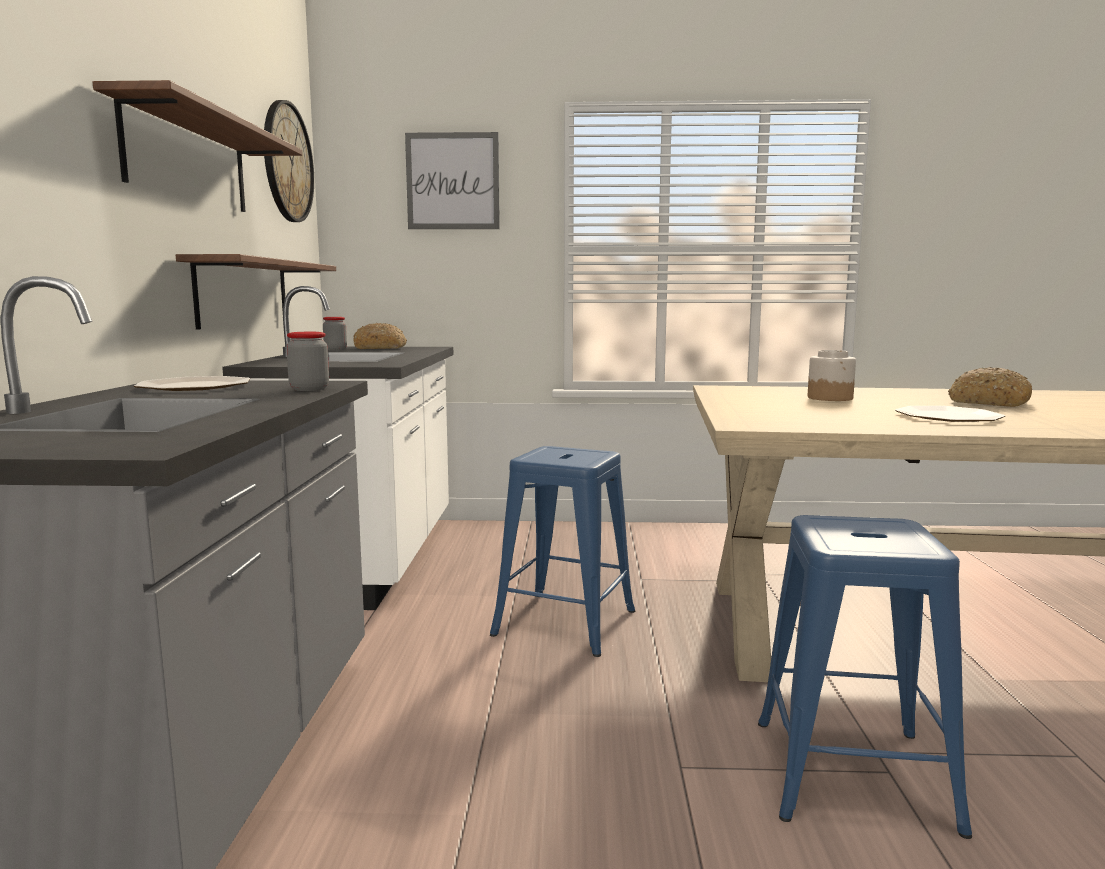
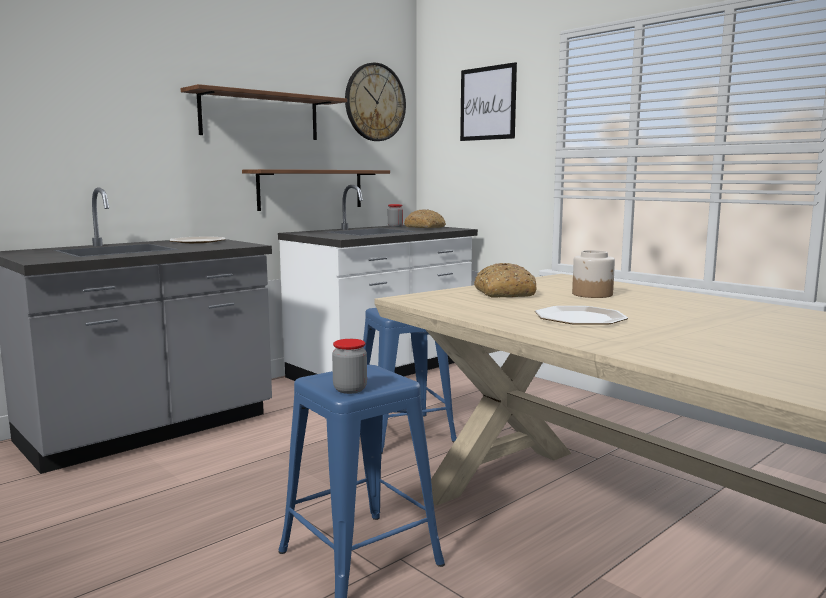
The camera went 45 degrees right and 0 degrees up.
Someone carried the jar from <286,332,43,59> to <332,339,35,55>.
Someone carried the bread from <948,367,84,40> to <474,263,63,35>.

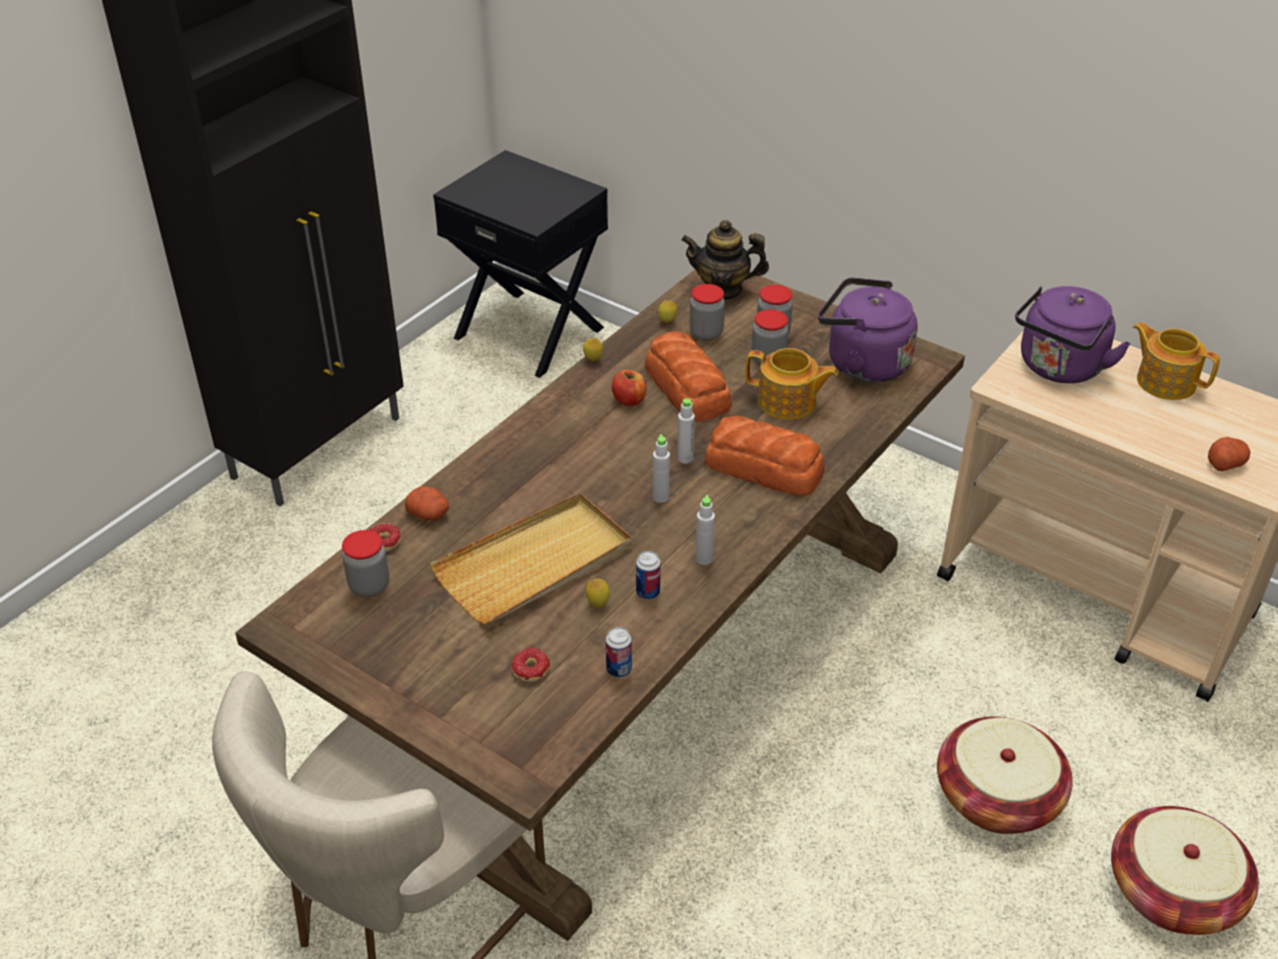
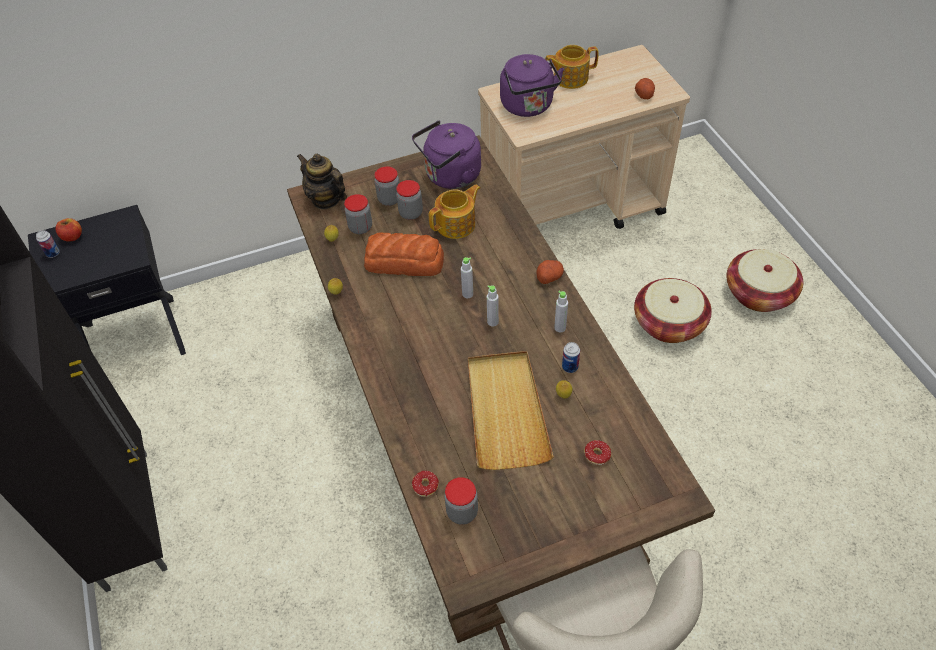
The camera went 55 degrees left and 10 degrees up.
Someone carried the potato from <405,486,44,35> to <536,260,28,24>.
Someone carried the can from <606,627,26,51> to <36,230,24,28>.
Someone carried the apple from <612,370,34,36> to <55,218,27,24>.
Someone rotated the teapot at <681,220,88,81> by 90 degrees clockwise.
Someone took away the bread at <704,416,121,79>.

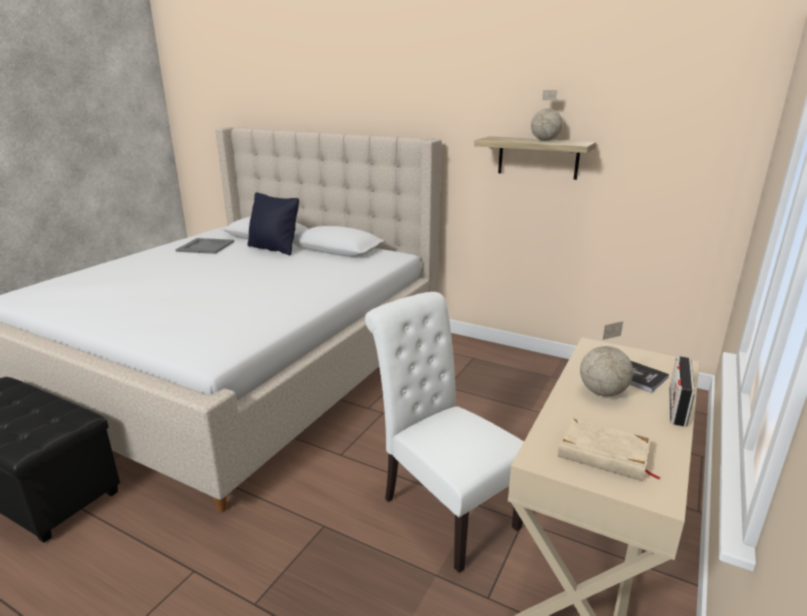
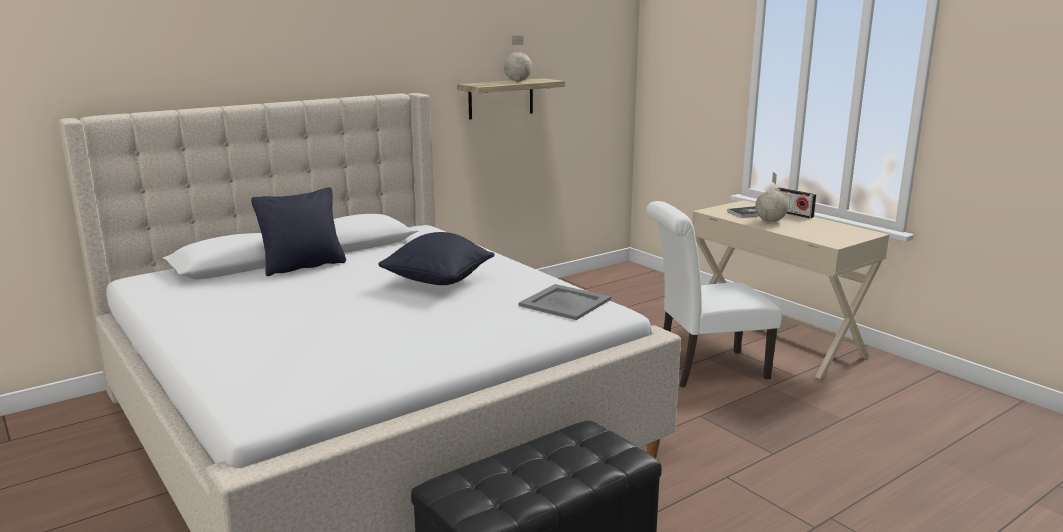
The camera went 65 degrees left and 5 degrees down.
Someone carried the grey tray from <176,238,58,16> to <519,284,92,36>.
Someone took away the beige book at <558,418,103,63>.
Someone put down the black pillow at <378,232,117,53>.

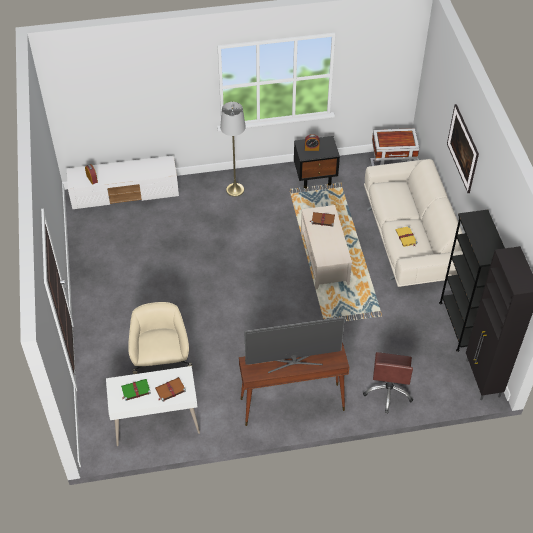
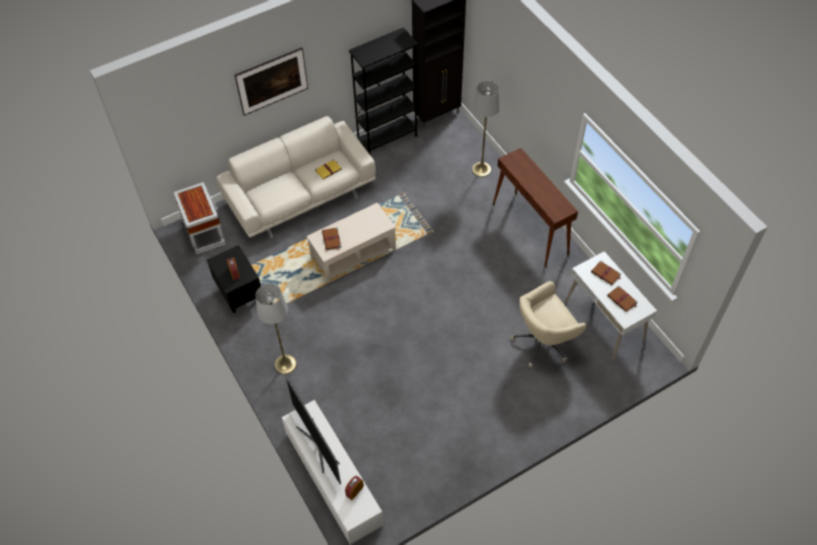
The camera went 110 degrees left and 5 degrees up.
Someone repainted the green book at <121,379,30,22>, which became the brown book at <607,286,31,26>.
Someone carried the television from <244,317,101,56> to <286,377,55,108>.
Someone swapped the brown office chair at <363,352,50,61> for the grey floor lamp at <472,81,28,96>.

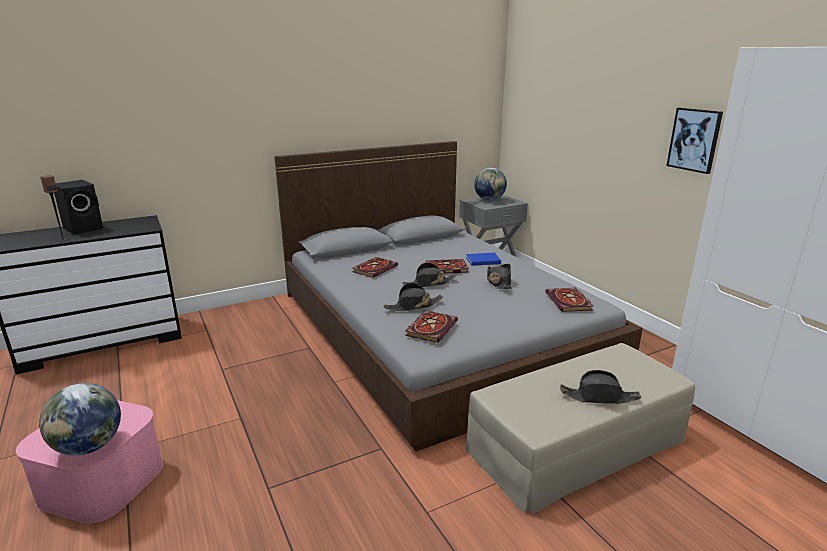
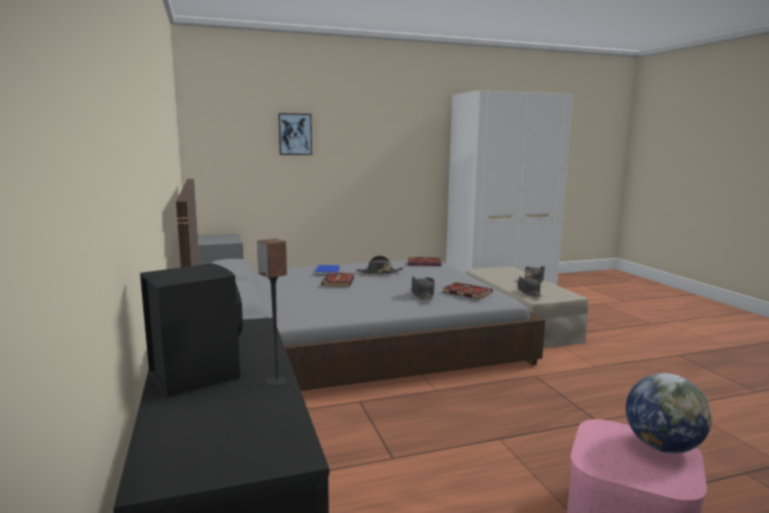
The camera went 80 degrees left and 10 degrees down.
Someone took away the book at <352,257,46,21>.
Someone carried the black hat from <402,262,54,25> to <517,276,25,21>.
Someone took away the globe at <474,168,33,33>.
Someone carried the picture from <666,108,57,66> to <278,113,34,42>.

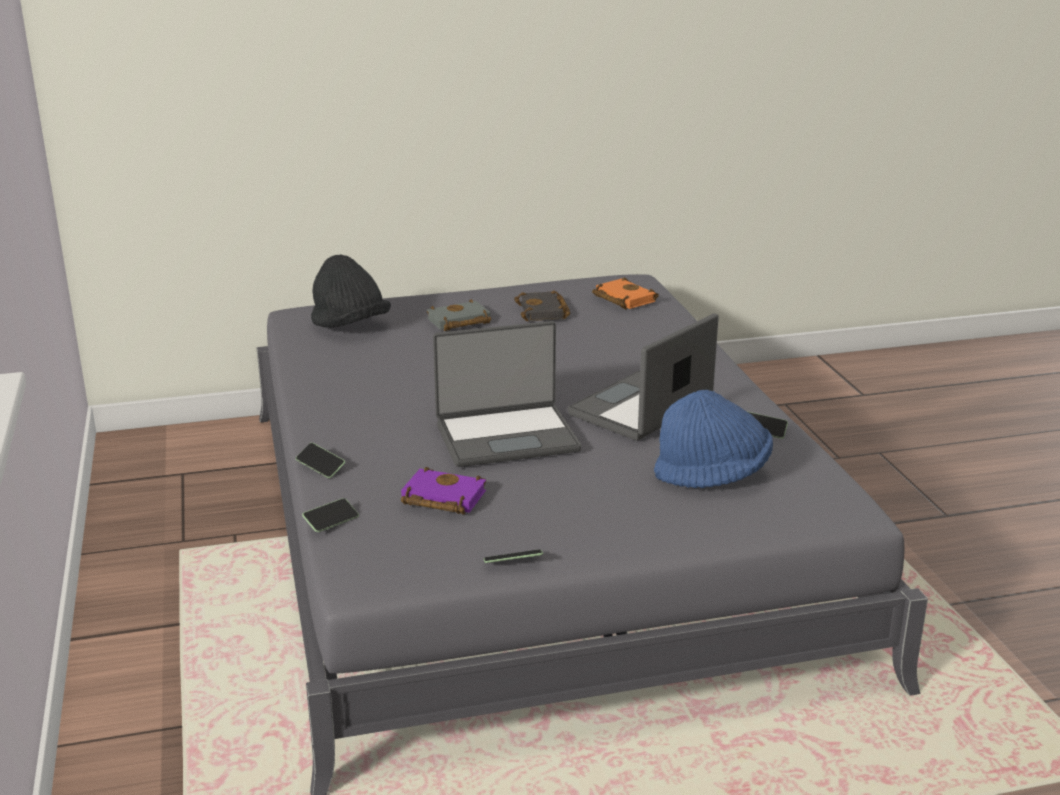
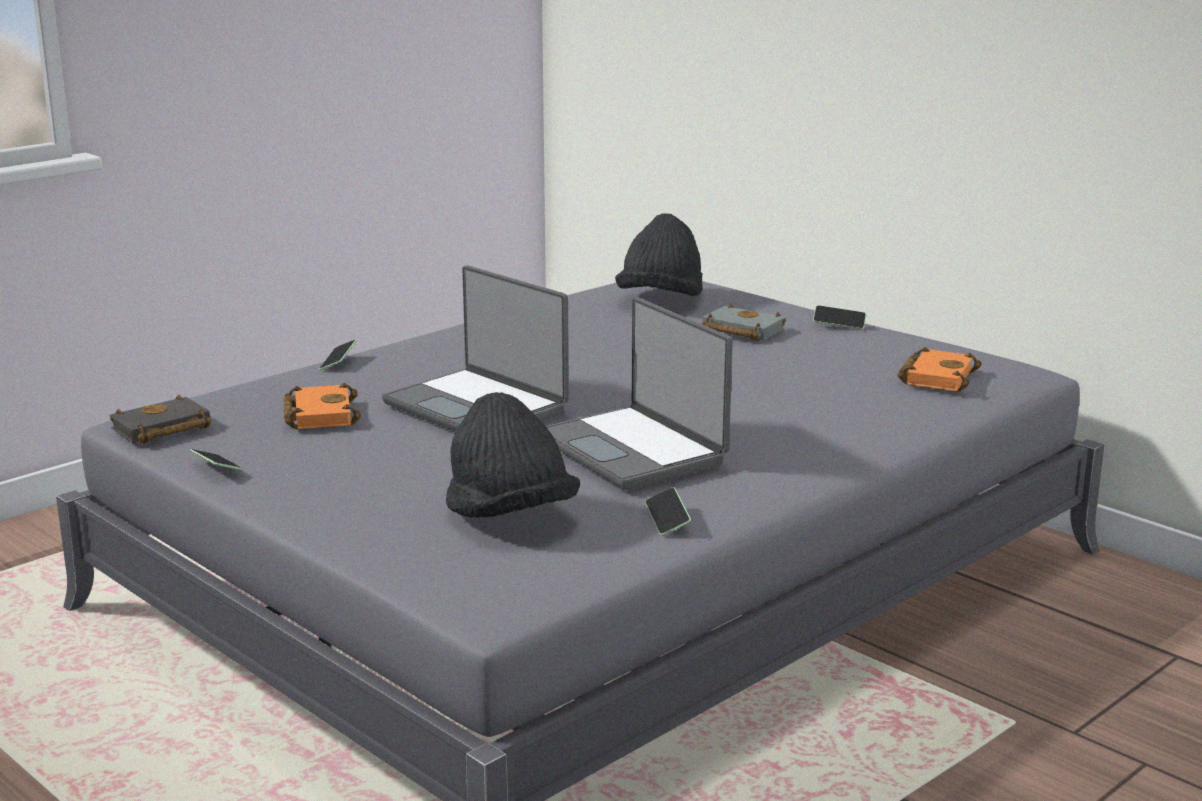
The camera went 60 degrees right and 5 degrees down.
Someone carried the phone from <302,498,57,34> to <813,305,53,25>.
Someone repainted the purple book at <401,467,85,48>, which became the orange book at <284,383,77,46>.
Someone carried the black book from <514,290,56,31> to <109,394,103,50>.
Someone rotated the laptop at <567,314,151,126> by 135 degrees counterclockwise.
Someone repainted the blue hat at <654,390,119,98>, which became the black hat at <446,392,134,126>.

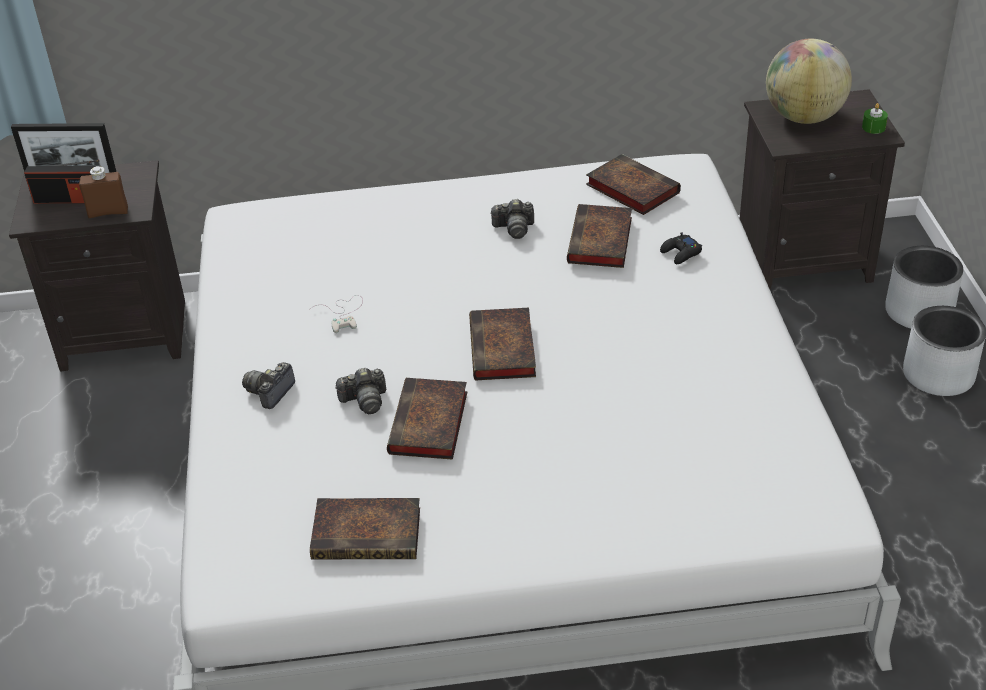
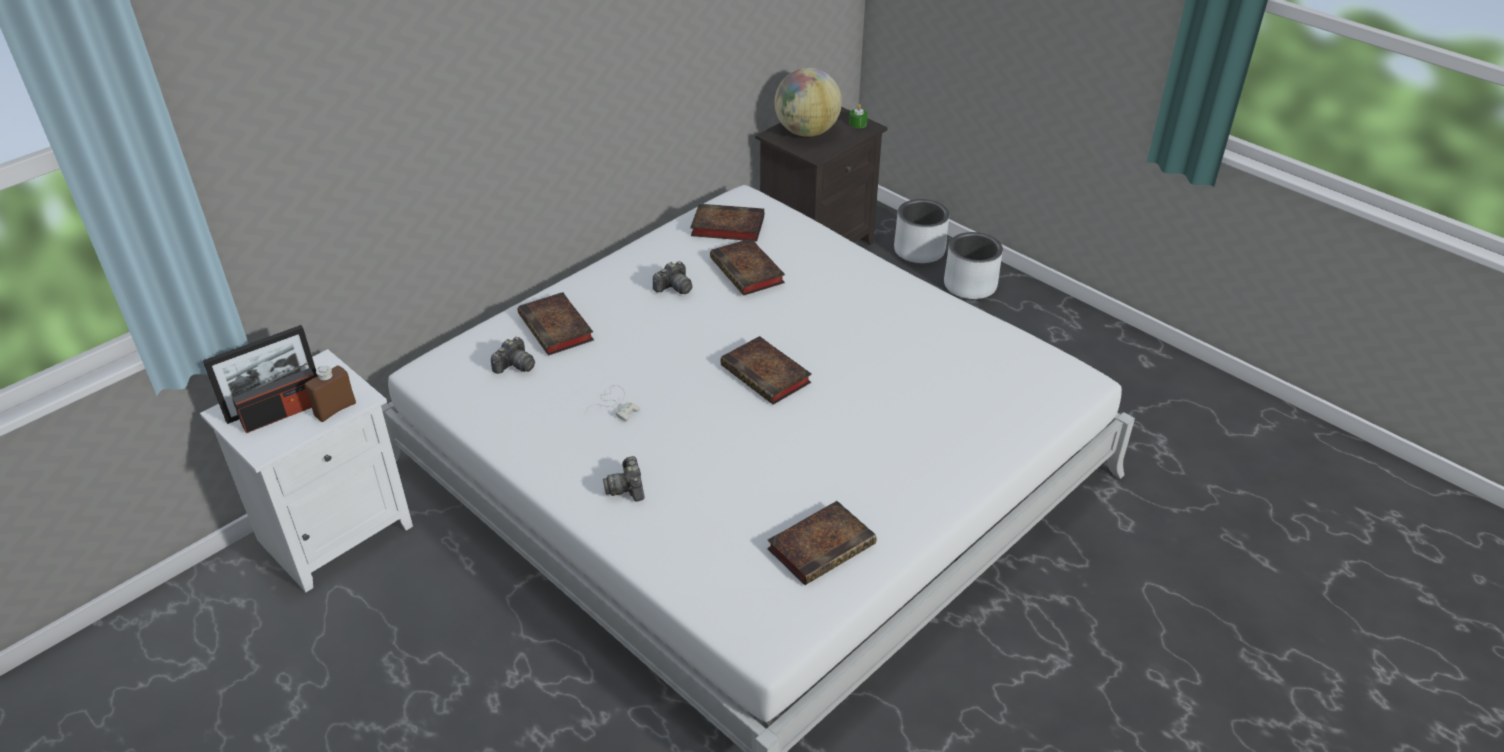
The camera went 40 degrees left and 0 degrees up.
Someone repainted the black nightstand at <9,160,176,212>, which became the white nightstand at <200,349,213,243>.
Someone carried the photo camera from <335,368,51,46> to <491,337,44,37>.
Someone carried the book from <387,378,80,82> to <518,292,76,64>.
Someone took away the black game controller at <660,232,42,32>.

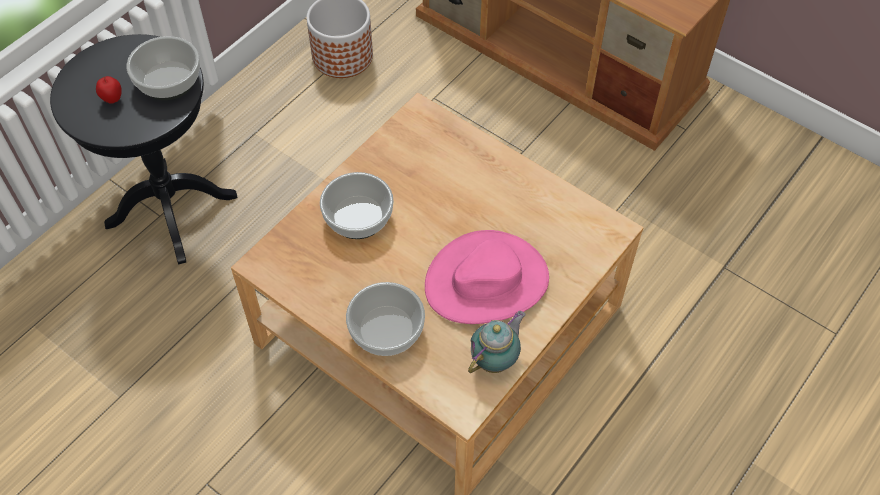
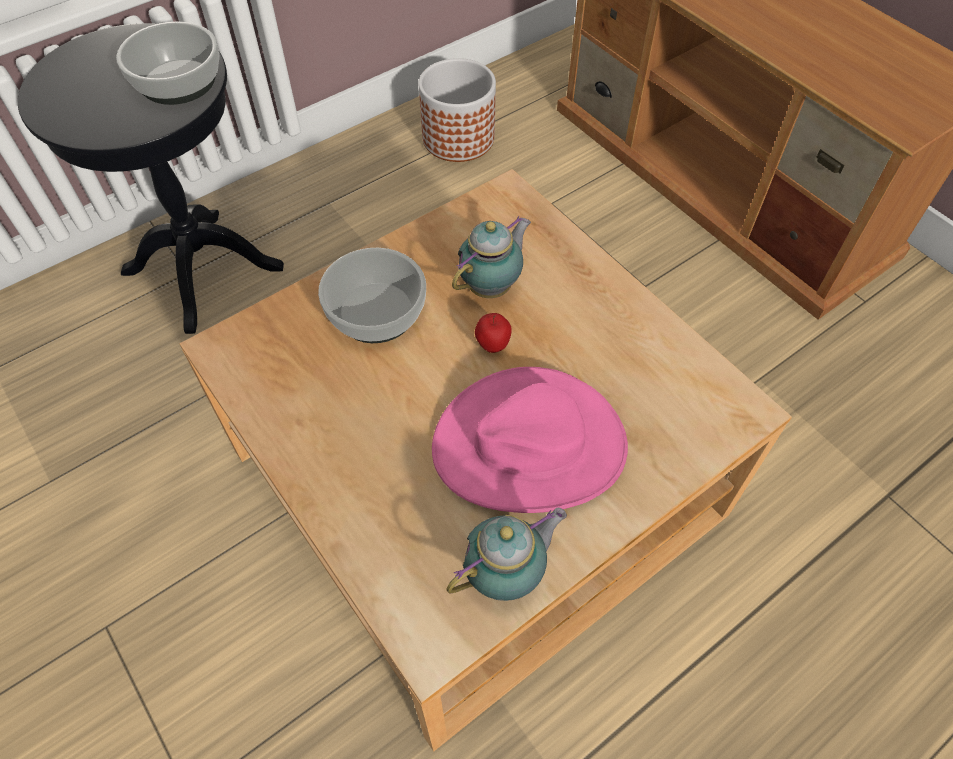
The camera went 15 degrees right and 0 degrees up.
Someone carried the apple from <96,76,26,28> to <475,313,37,40>.
Someone took away the bowl at <346,282,79,74>.
Someone put down the teapot at <452,216,79,82>.

